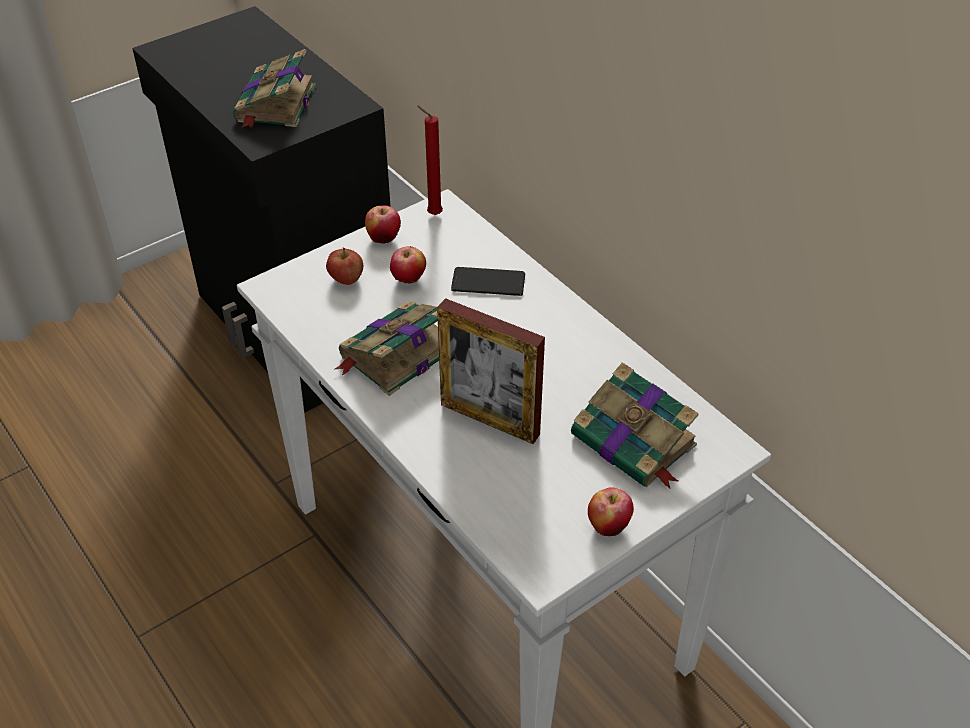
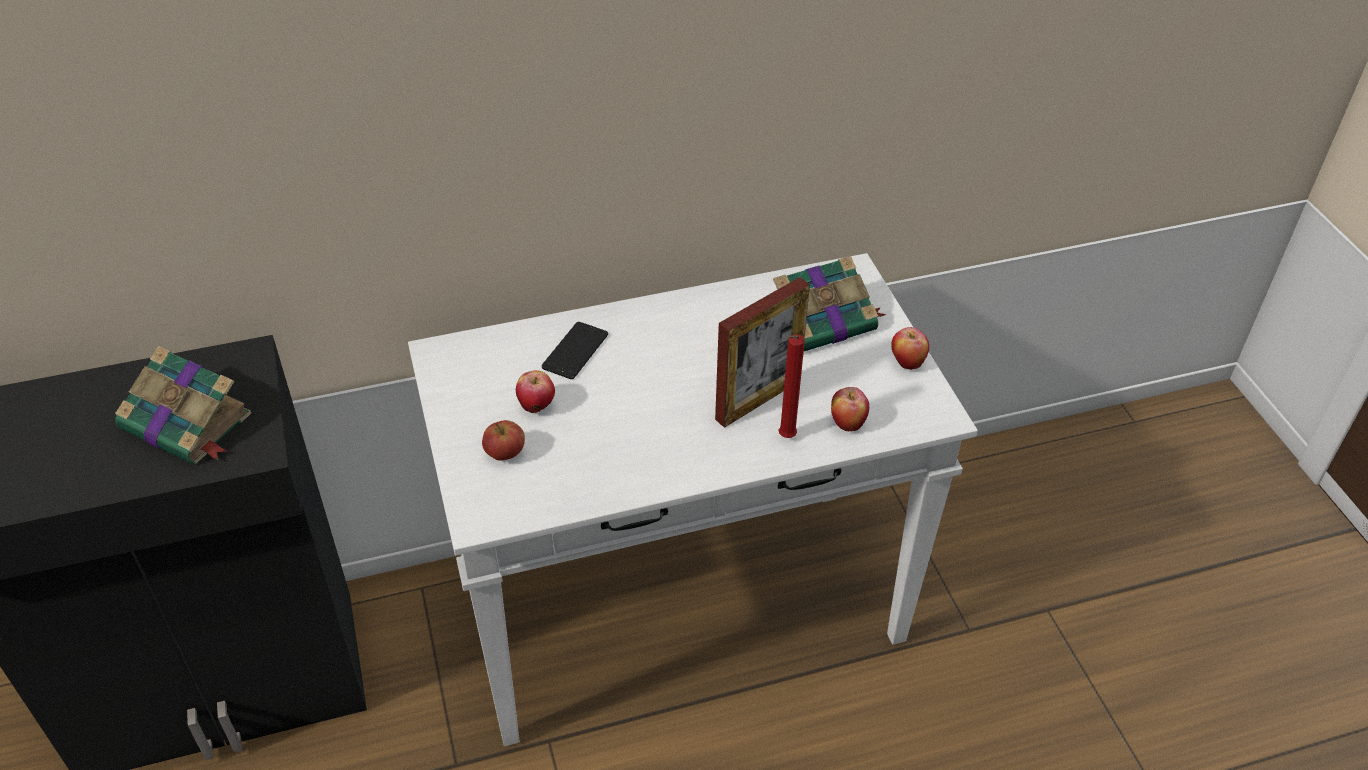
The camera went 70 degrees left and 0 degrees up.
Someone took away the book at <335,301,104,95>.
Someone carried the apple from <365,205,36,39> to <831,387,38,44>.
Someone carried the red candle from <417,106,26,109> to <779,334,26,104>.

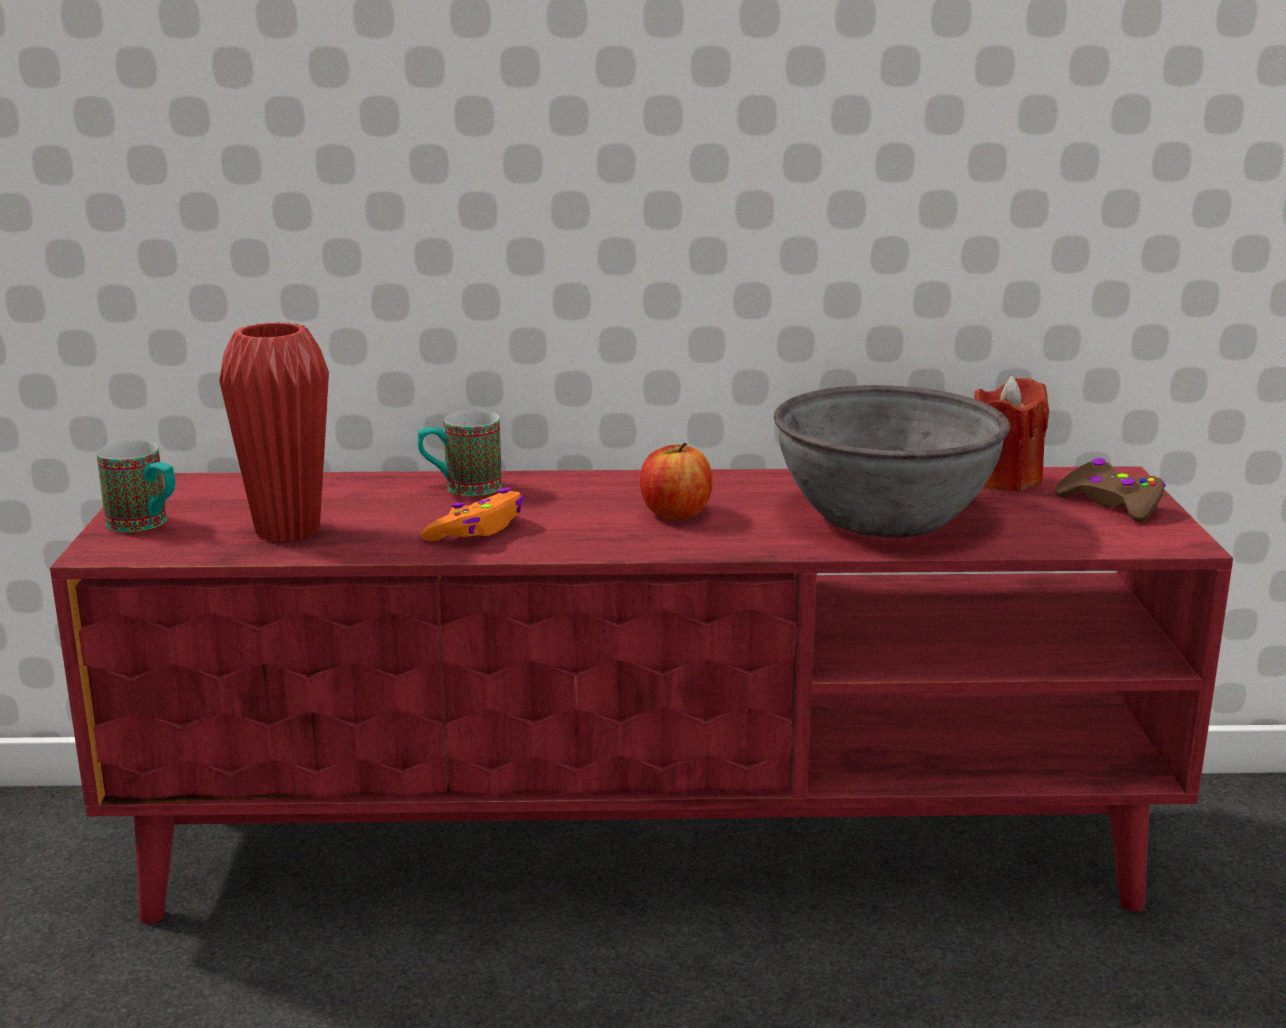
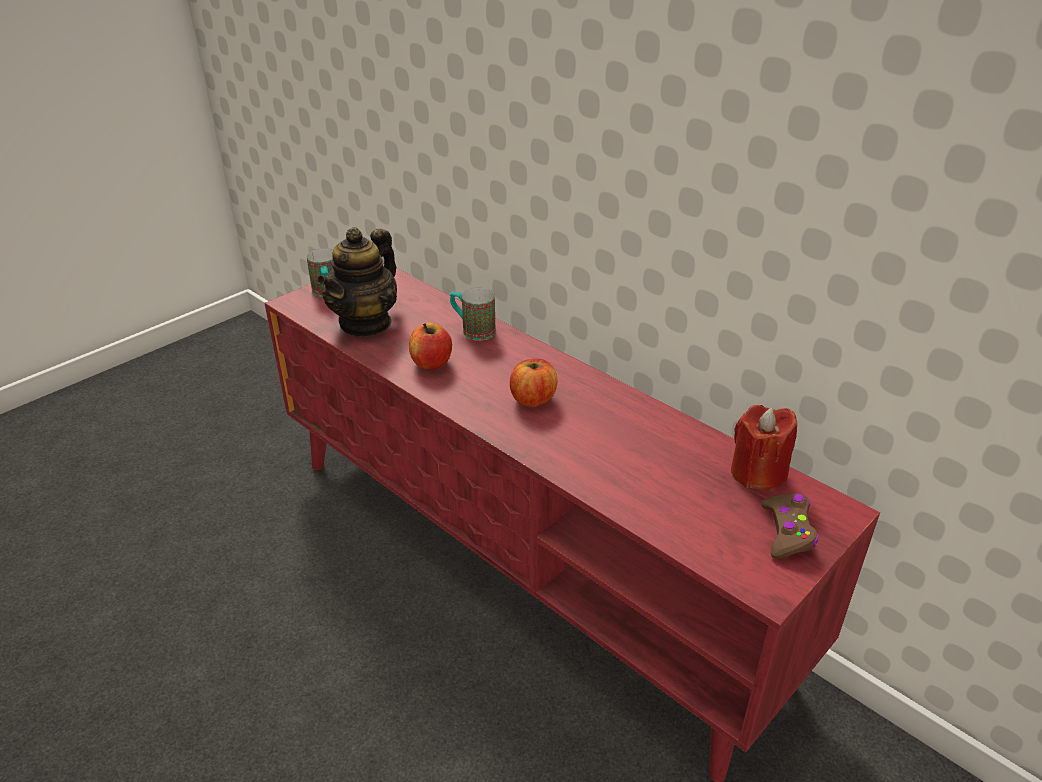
The camera went 45 degrees right and 15 degrees up.
Someone swapped the red vase at <219,322,110,220> for the teapot at <317,227,80,110>.
Someone swapped the orange game controller at <421,487,103,54> for the apple at <409,323,43,47>.
Someone took away the grey bowl at <774,385,236,152>.

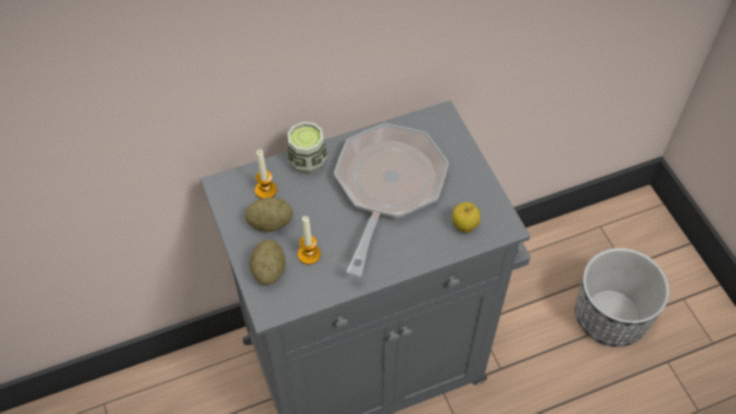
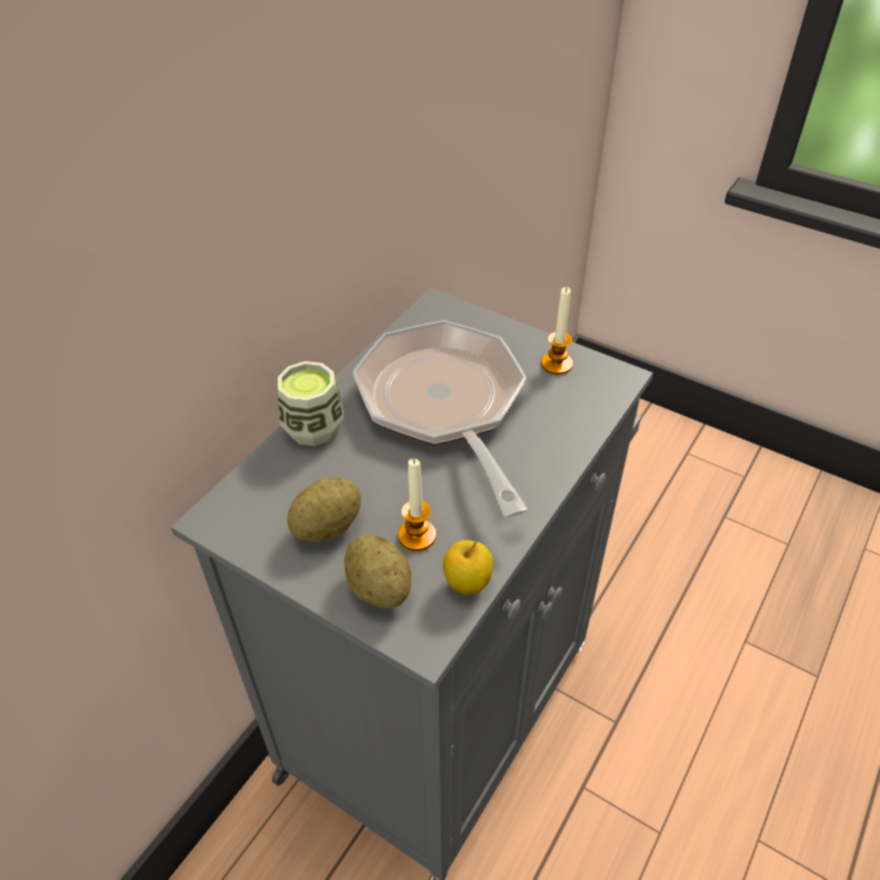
The camera went 35 degrees left and 10 degrees down.
Someone carried the candle from <255,149,22,50> to <541,287,32,88>.
Someone carried the apple from <452,202,28,31> to <443,540,51,55>.
Someone took away the planter at <575,248,95,99>.

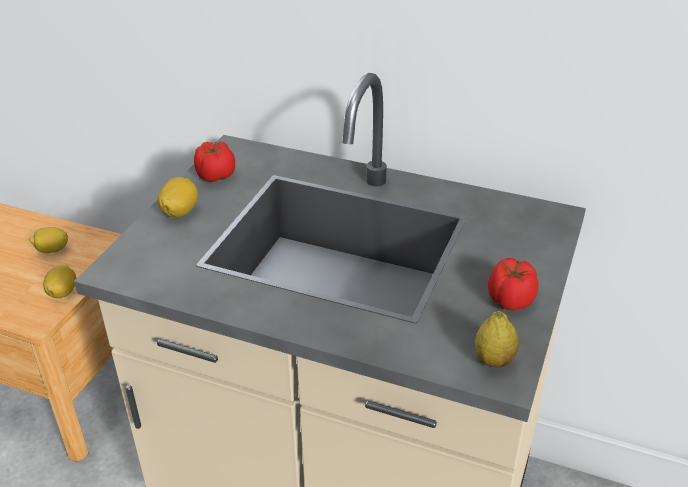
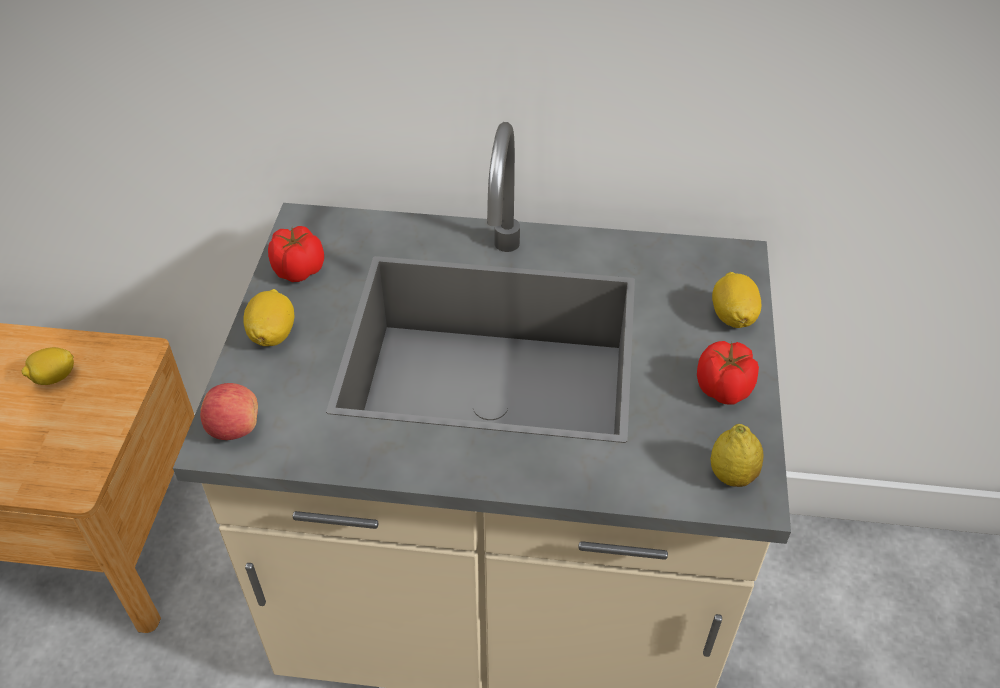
The camera went 15 degrees left and 10 degrees up.
Someone carried the lemon from <43,265,33,33> to <712,272,49,56>.
Someone put down the apple at <200,383,58,57>.

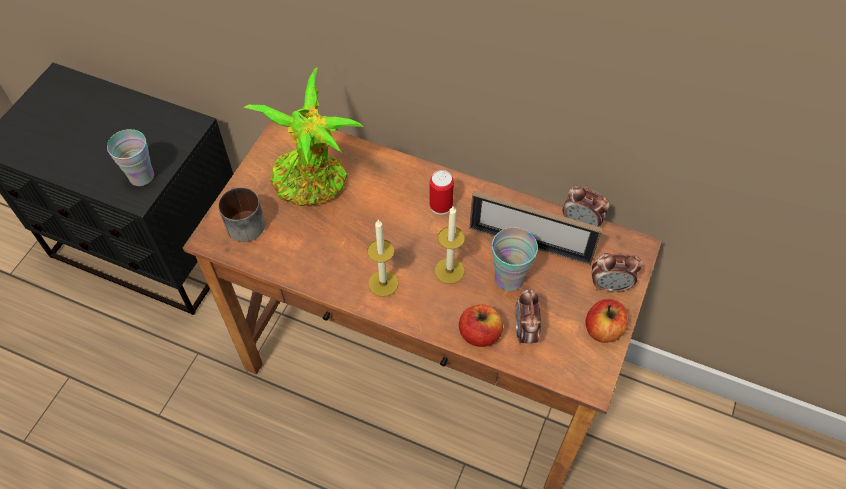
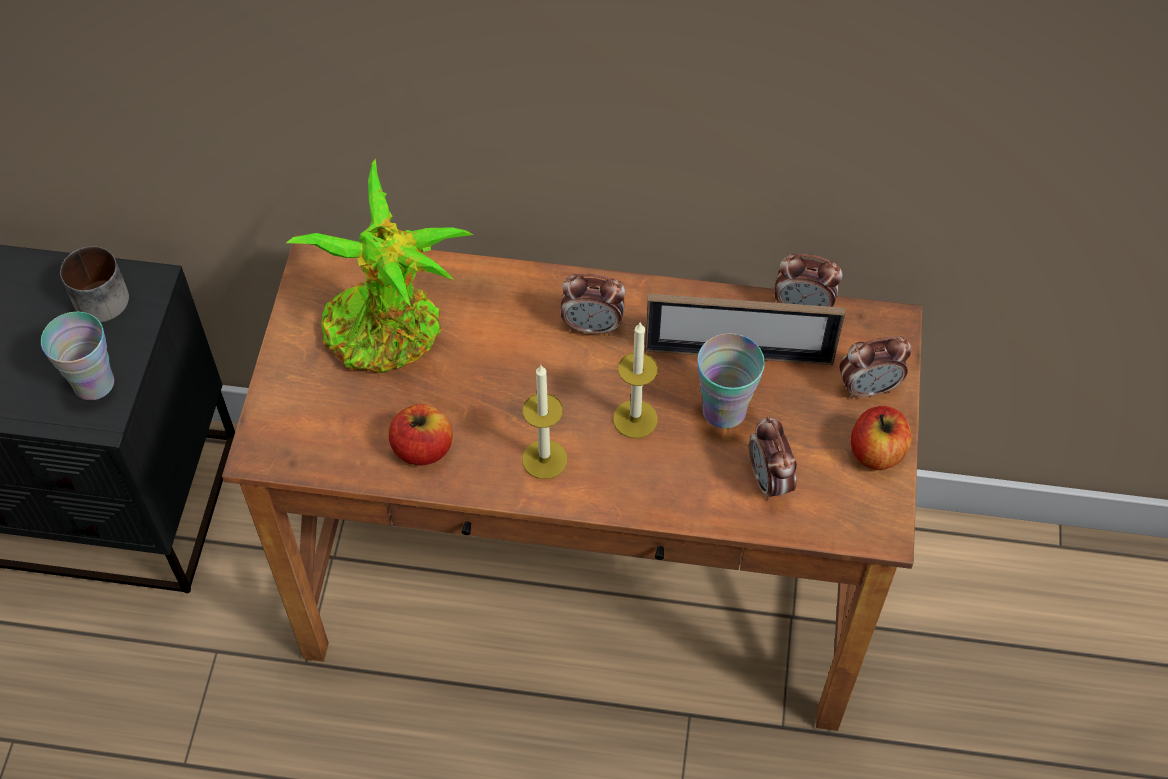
The camera went 15 degrees left and 0 degrees up.
Someone carried the mug from <218,187,47,55> to <60,246,69,76>.
Someone swapped the can at <429,170,25,45> for the alarm clock at <561,274,65,62>.
Someone carried the apple from <459,304,44,43> to <389,404,64,61>.

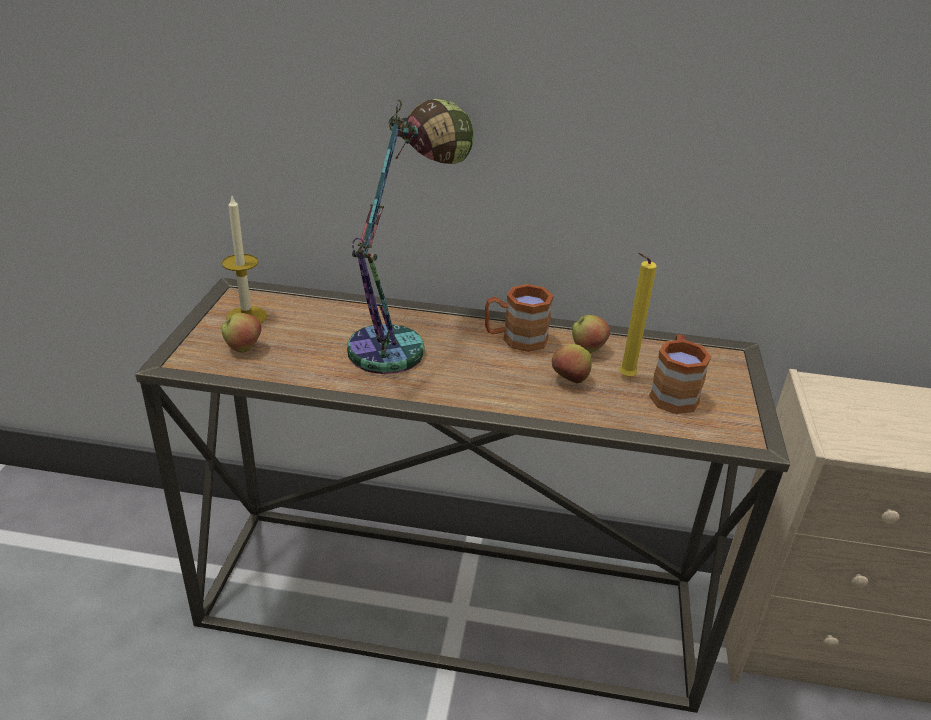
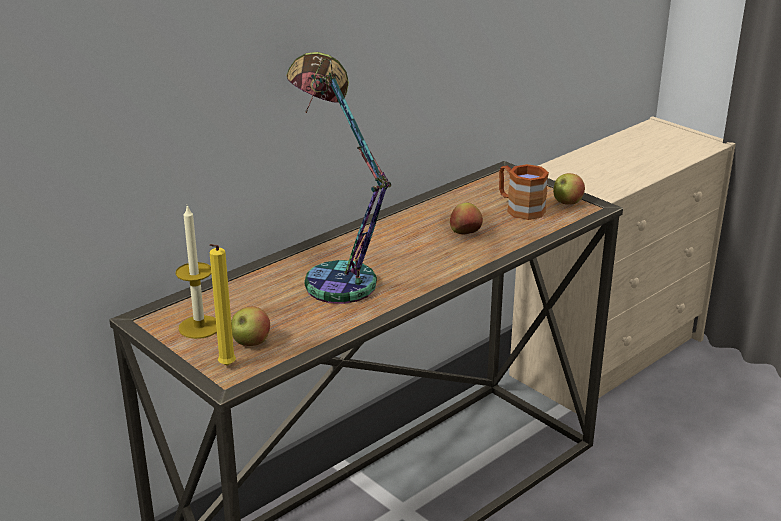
The camera went 50 degrees left and 5 degrees down.
Someone took away the brown mug at <485,284,69,68>.
Someone carried the apple from <572,315,38,38> to <553,173,32,32>.
Someone carried the yellow candle from <619,253,38,124> to <210,244,26,122>.

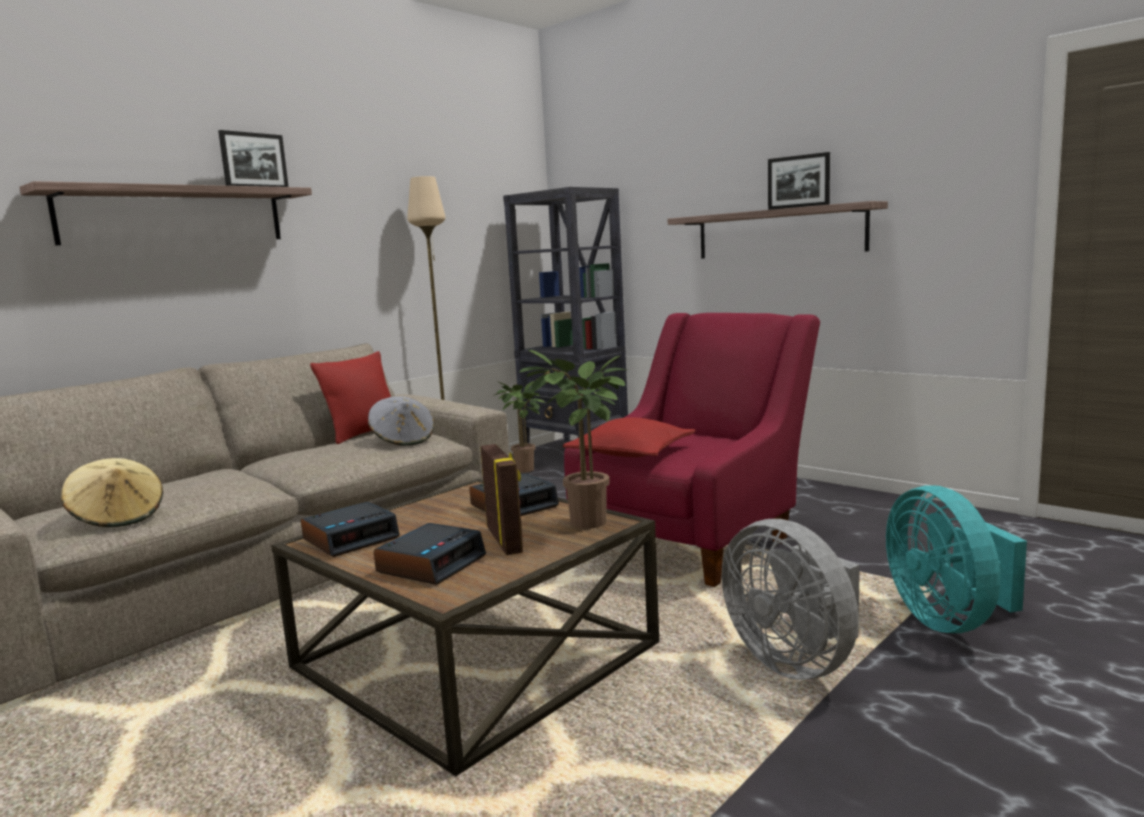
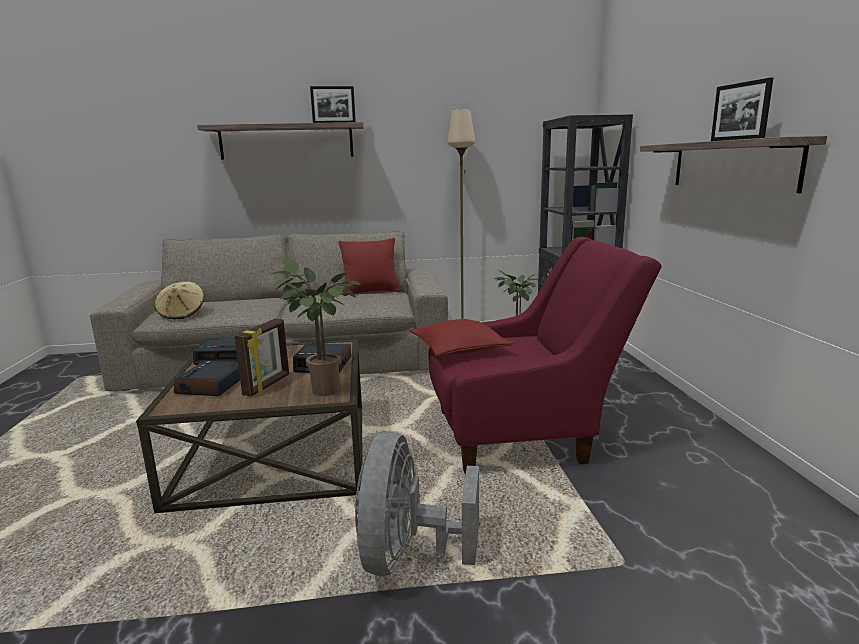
The camera went 40 degrees right and 5 degrees up.
Someone took away the grey hat at <368,396,67,50>.
Someone rotated the alarm clock at <374,523,112,62> by 120 degrees clockwise.
Someone took away the turquoise fan at <886,485,141,148>.

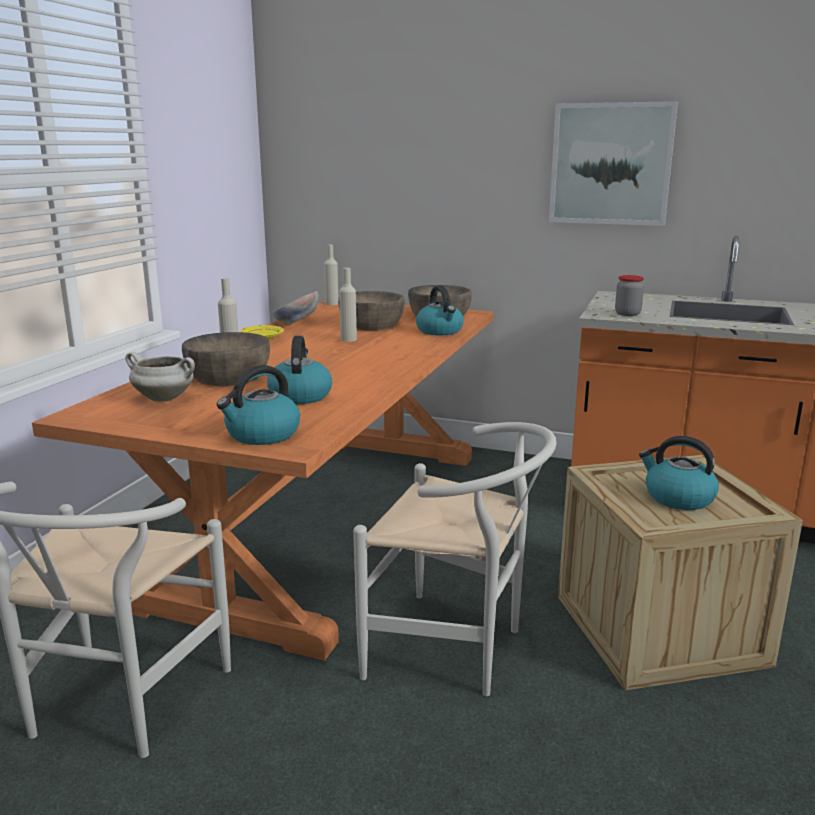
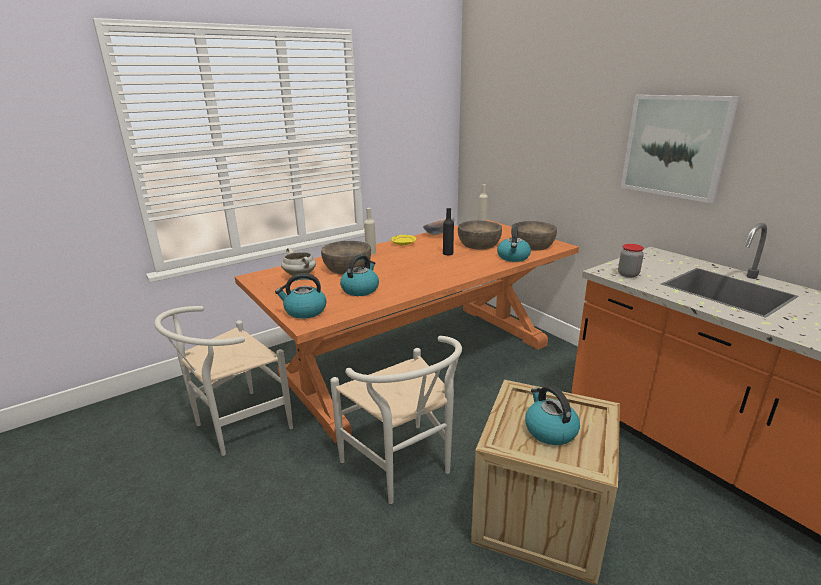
The camera went 35 degrees right and 5 degrees up.
Someone repainted the beige bottle at <339,268,18,74>, which became the black bottle at <443,208,11,47>.

